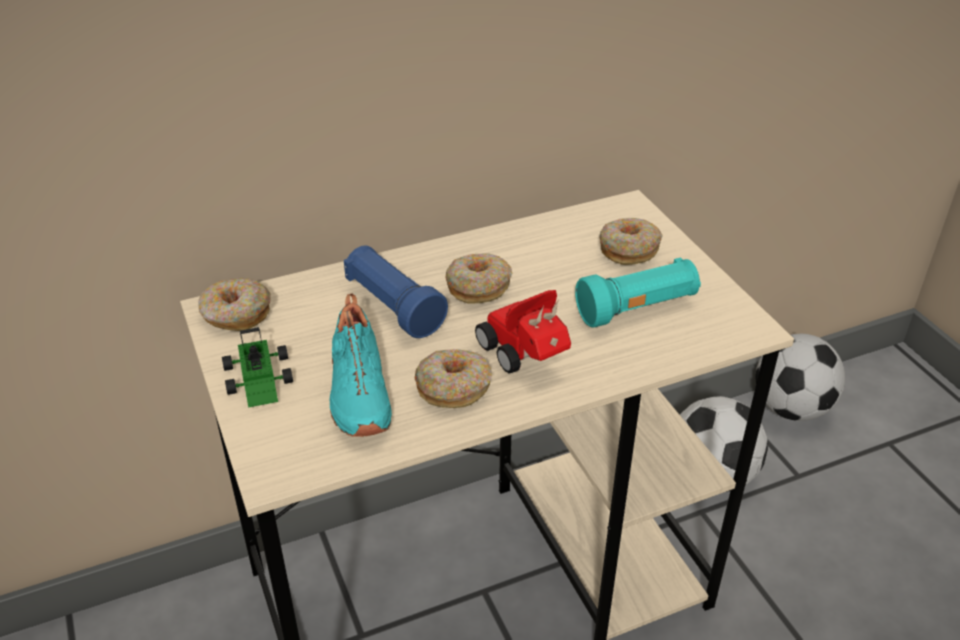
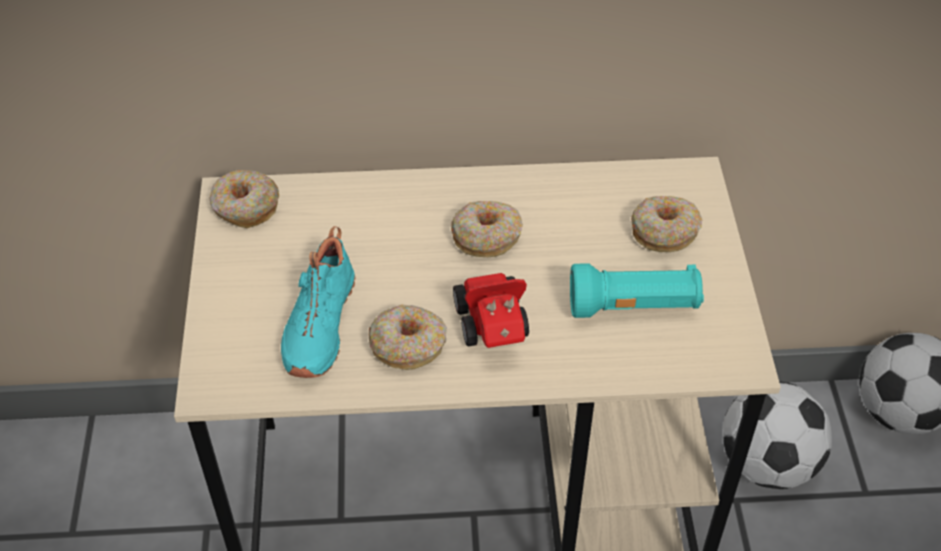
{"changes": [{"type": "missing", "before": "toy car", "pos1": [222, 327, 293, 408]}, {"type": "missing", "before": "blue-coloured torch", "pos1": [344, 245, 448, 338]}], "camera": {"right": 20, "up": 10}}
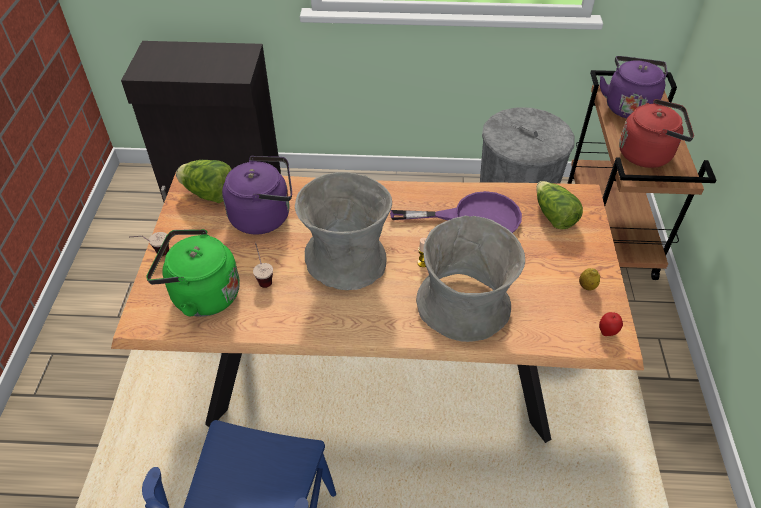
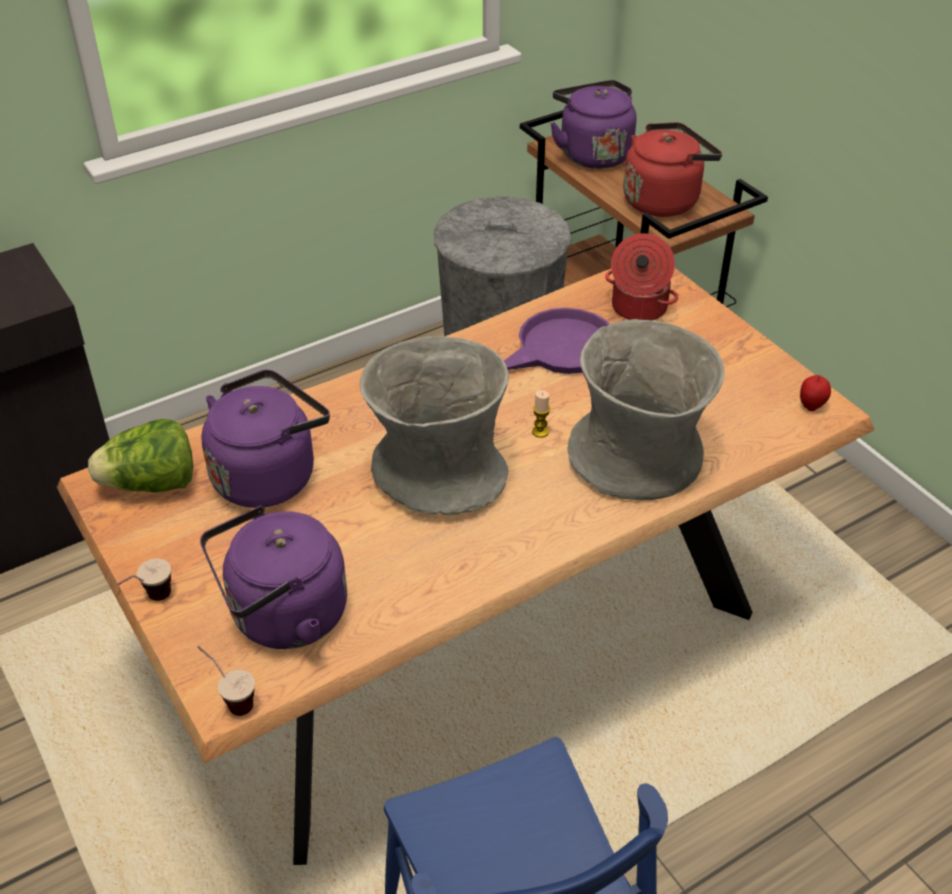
{"changes": [{"type": "colour", "before": "greenish kettle", "after": "purplish kettle", "pos1": [146, 229, 240, 317], "pos2": [200, 506, 347, 649]}, {"type": "relocated", "before": "cup", "pos1": [253, 243, 273, 288], "pos2": [197, 646, 255, 716]}, {"type": "exchanged", "before": "lettuce", "after": "stockpot", "pos1": [536, 181, 583, 229], "pos2": [605, 233, 678, 321]}, {"type": "missing", "before": "whole lemon", "pos1": [579, 268, 600, 291]}], "camera": {"right": -35, "up": -5}}
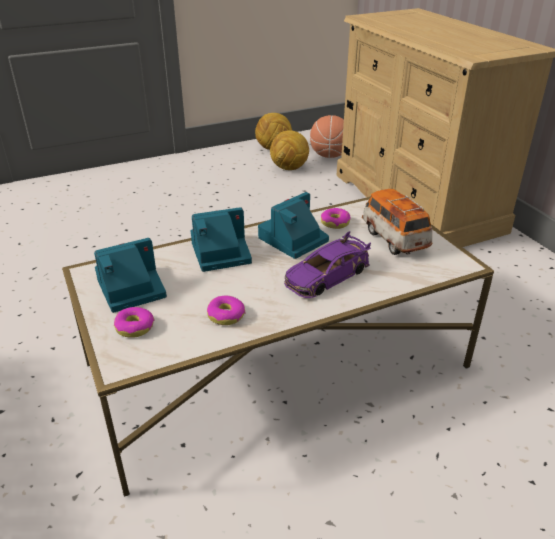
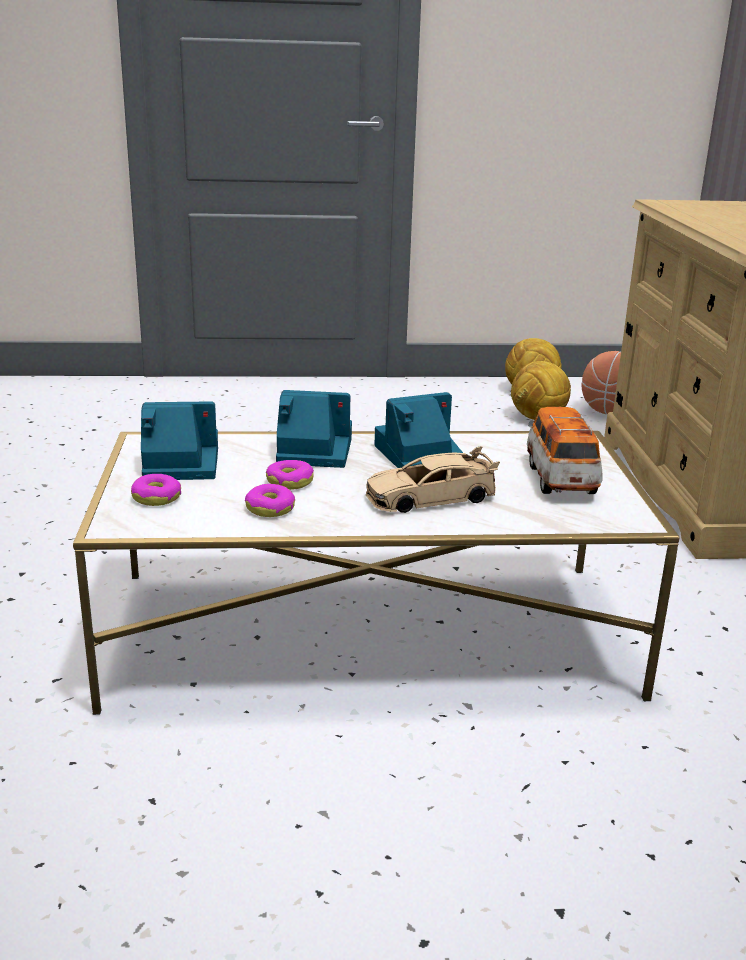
{"changes": [{"type": "colour", "before": "purplish toy car", "after": "beige toy car", "pos1": [284, 231, 371, 298], "pos2": [366, 446, 500, 513]}, {"type": "relocated", "before": "doughnut", "pos1": [321, 208, 350, 229], "pos2": [266, 460, 314, 490]}], "camera": {"right": 20, "up": -10}}
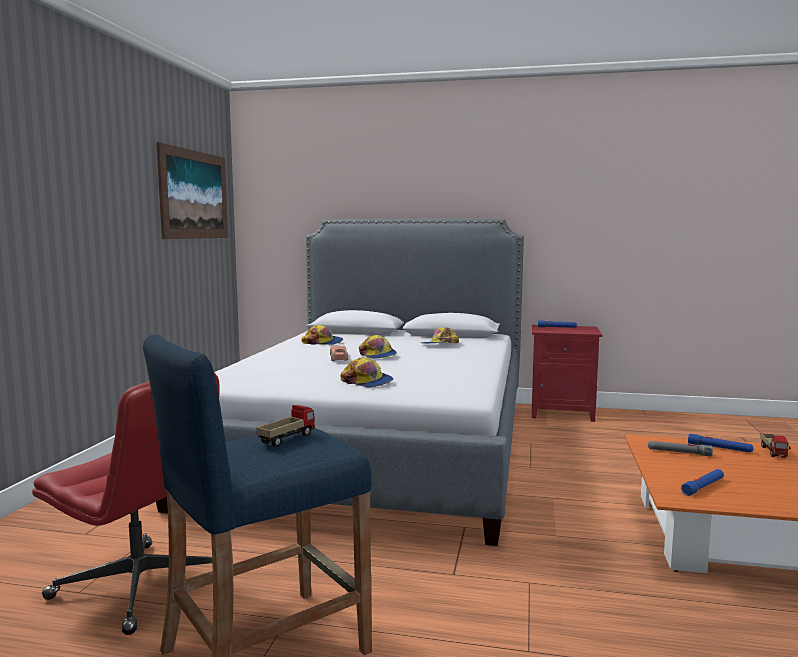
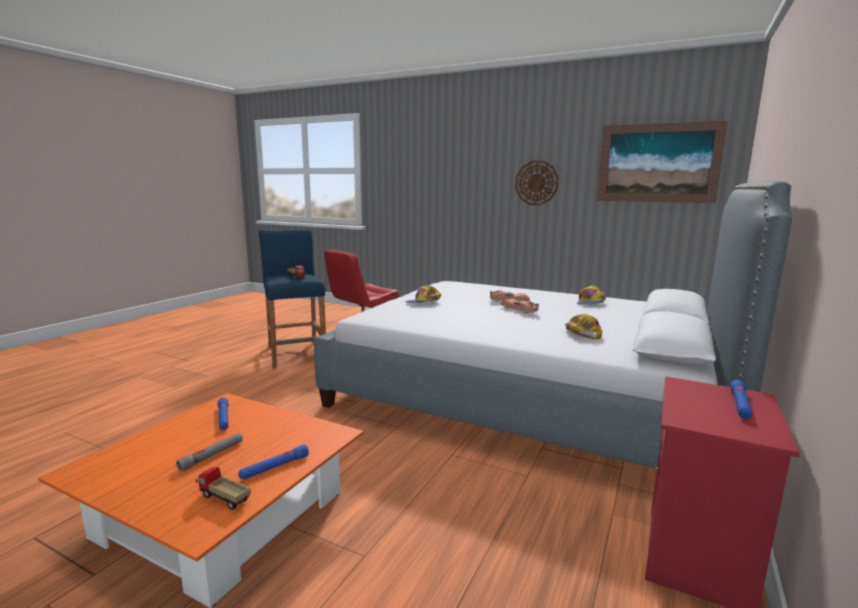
{"changes": [{"type": "exchanged", "before": "baseball cap", "after": "toy car", "pos1": [359, 335, 397, 359], "pos2": [500, 299, 539, 314]}, {"type": "relocated", "before": "greyish torch", "pos1": [648, 441, 713, 456], "pos2": [176, 433, 243, 472]}, {"type": "appeared", "after": "clock on the wall", "pos2": [515, 161, 559, 205]}], "camera": {"right": 105, "up": 5}}
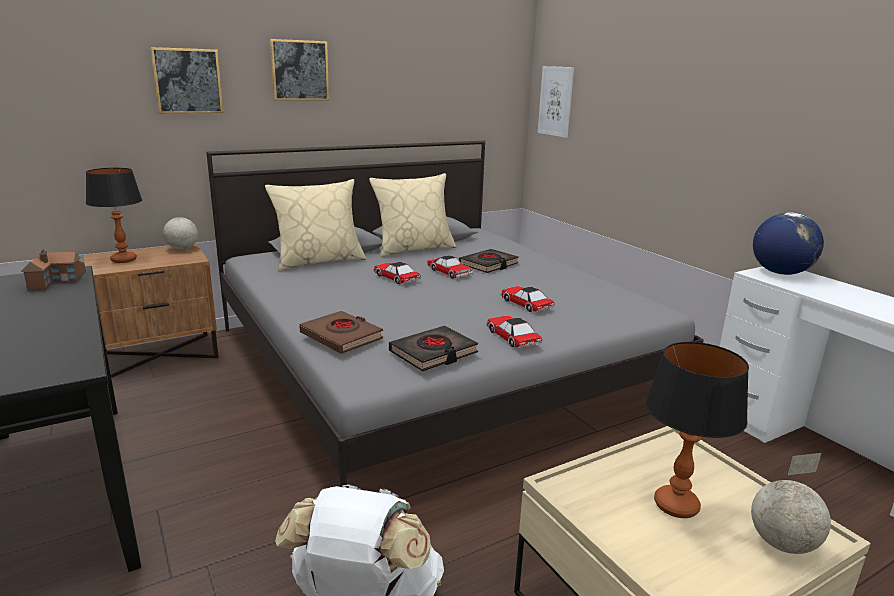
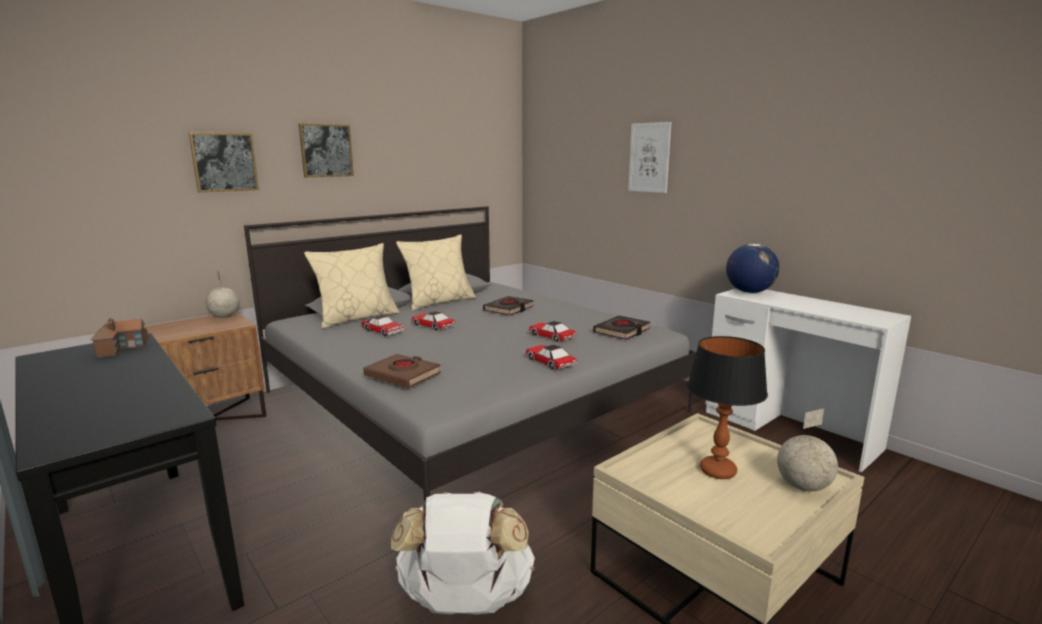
{"changes": [{"type": "missing", "before": "tabletop lamp", "pos1": [86, 168, 142, 263]}, {"type": "relocated", "before": "blackish bound book", "pos1": [389, 326, 478, 371], "pos2": [593, 316, 650, 340]}, {"type": "relocated", "before": "toy car", "pos1": [427, 255, 473, 279], "pos2": [361, 315, 405, 336]}, {"type": "relocated", "before": "wall art", "pos1": [538, 66, 574, 138], "pos2": [628, 122, 671, 193]}], "camera": {"right": -10, "up": -5}}
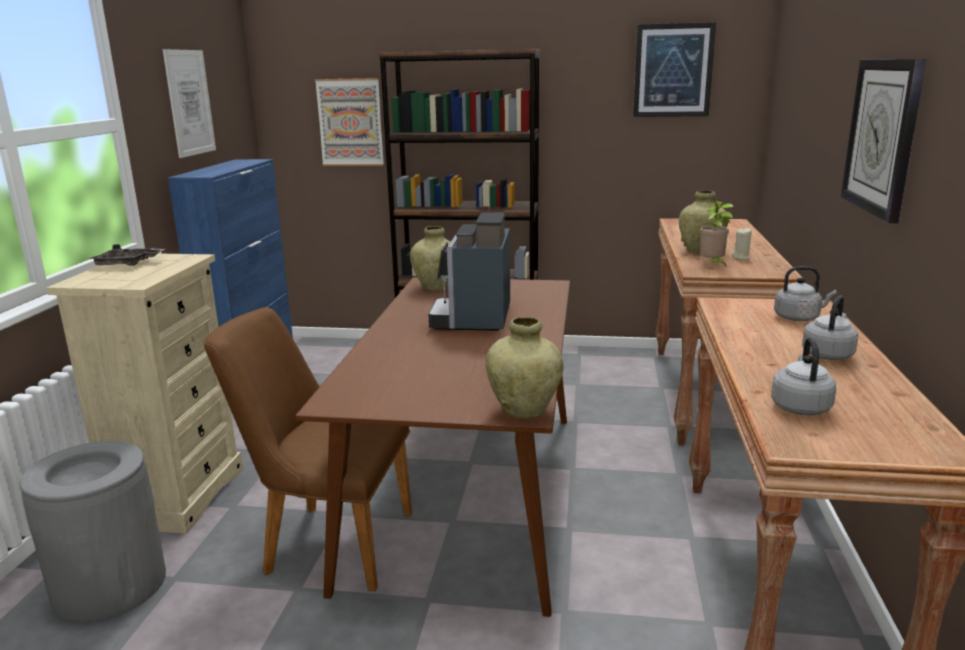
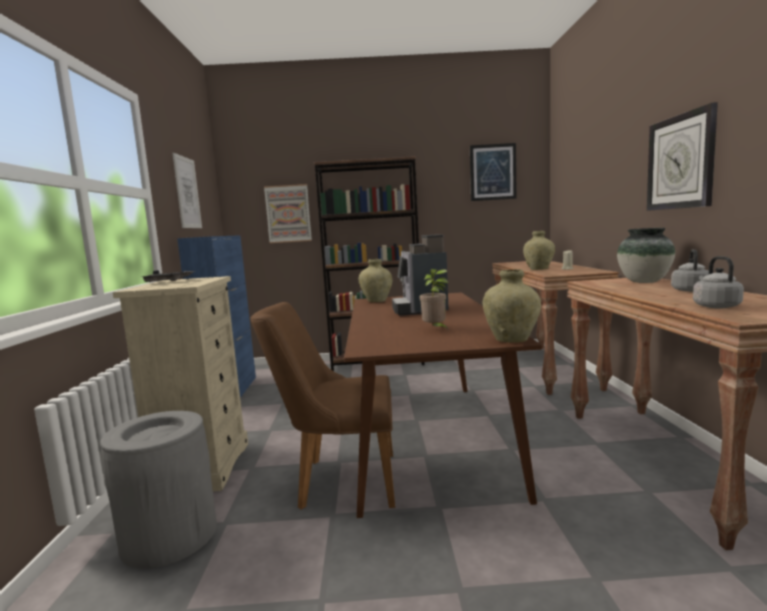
{"changes": [{"type": "relocated", "before": "potted plant", "pos1": [700, 201, 733, 268], "pos2": [420, 269, 448, 330]}, {"type": "exchanged", "before": "greyish kettle", "after": "vase", "pos1": [774, 266, 837, 321], "pos2": [617, 228, 675, 283]}], "camera": {"right": -10, "up": -10}}
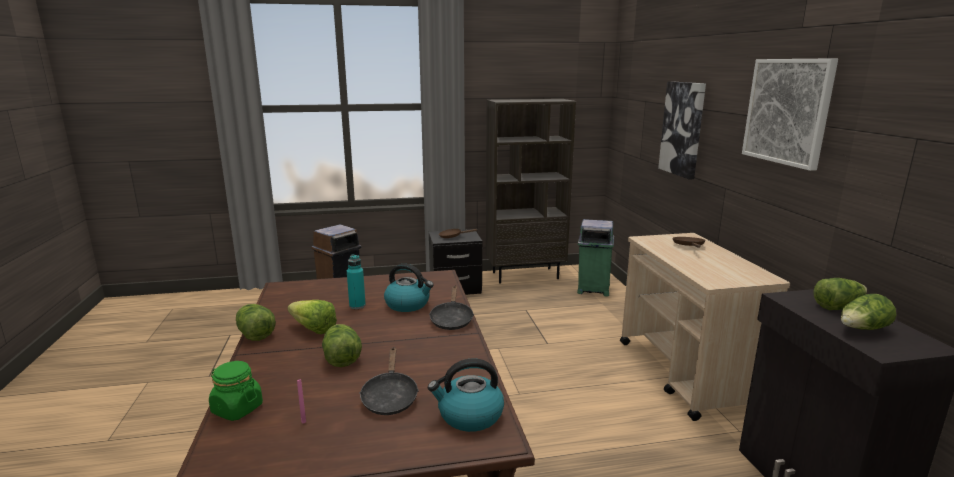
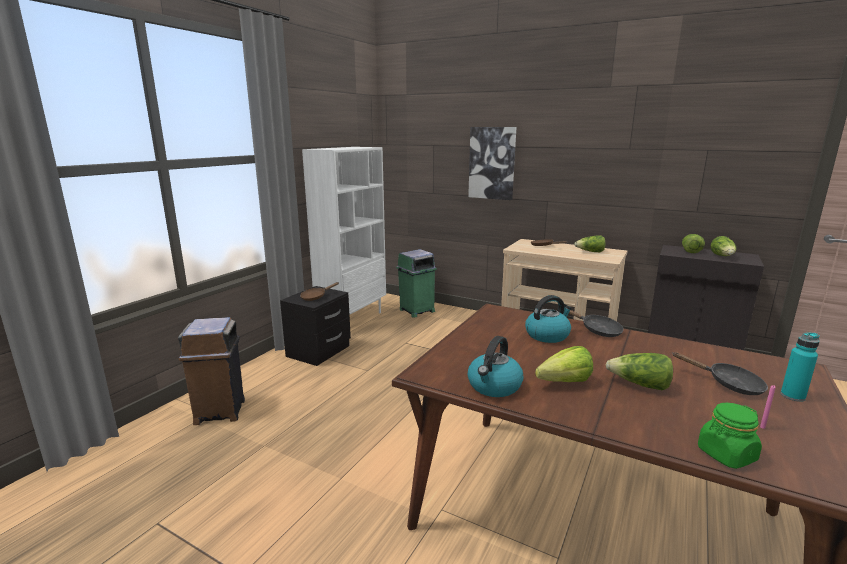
{"changes": [{"type": "relocated", "before": "lettuce", "pos1": [236, 304, 276, 341], "pos2": [574, 235, 605, 252]}, {"type": "relocated", "before": "turquoise-coloured drink bottle", "pos1": [347, 254, 366, 309], "pos2": [781, 332, 820, 402]}, {"type": "relocated", "before": "kettle", "pos1": [428, 359, 504, 432], "pos2": [468, 336, 524, 397]}, {"type": "colour", "before": "brownish bookshelf", "after": "white-coloured bookshelf", "pos1": [486, 99, 576, 283], "pos2": [302, 147, 386, 315]}, {"type": "missing", "before": "wall art", "pos1": [742, 58, 838, 171]}], "camera": {"right": -50, "up": 0}}
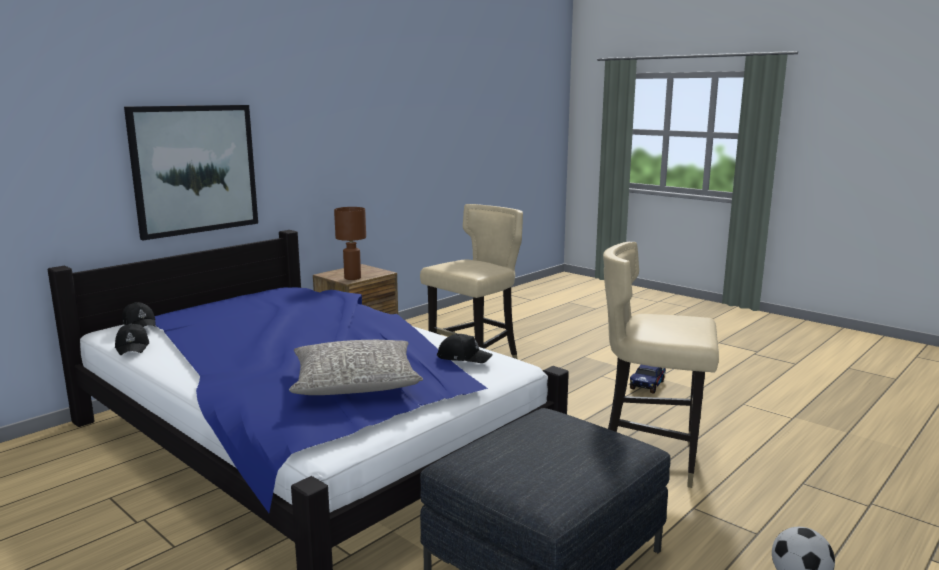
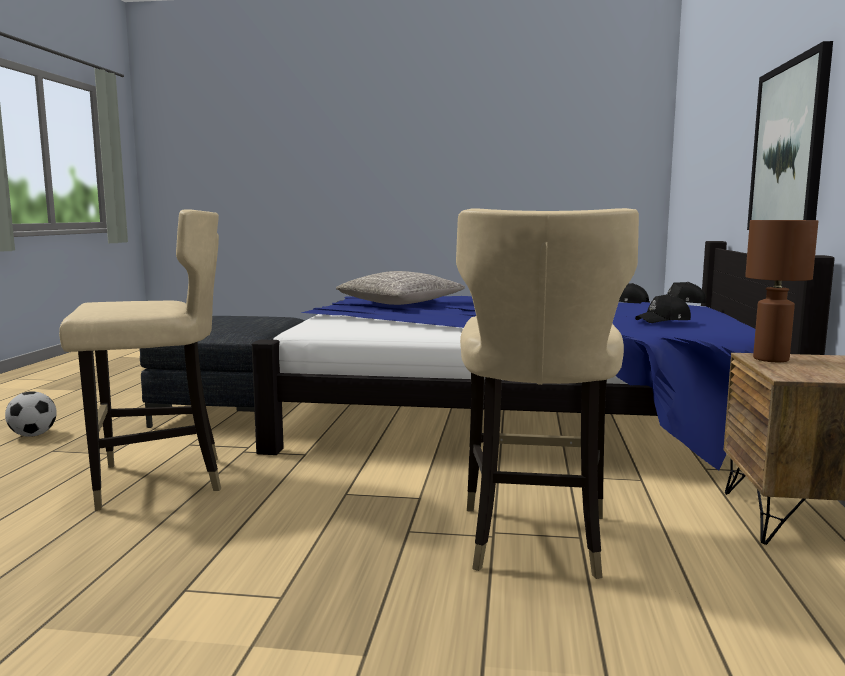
{"changes": [{"type": "relocated", "before": "blackish baseball cap", "pos1": [437, 334, 493, 363], "pos2": [635, 294, 691, 323]}, {"type": "missing", "before": "toy truck", "pos1": [630, 365, 666, 393]}], "camera": {"right": 145, "up": -5}}
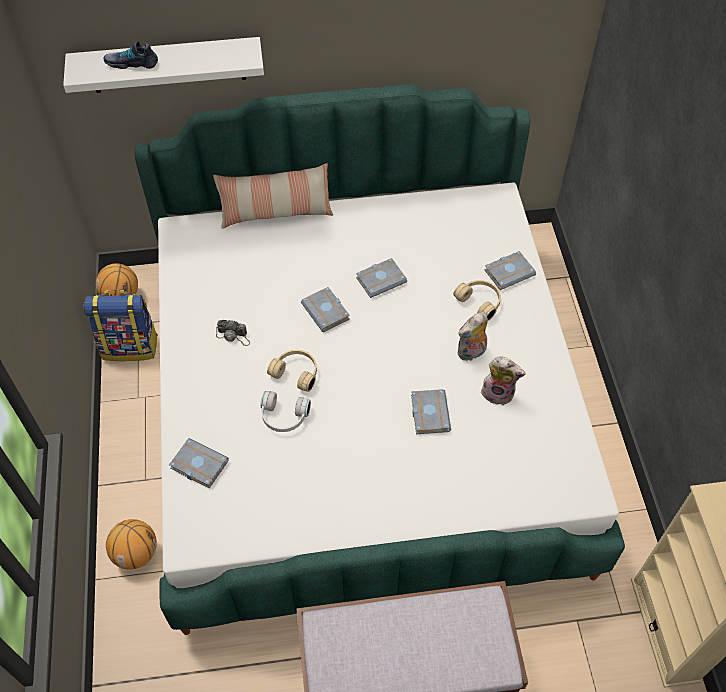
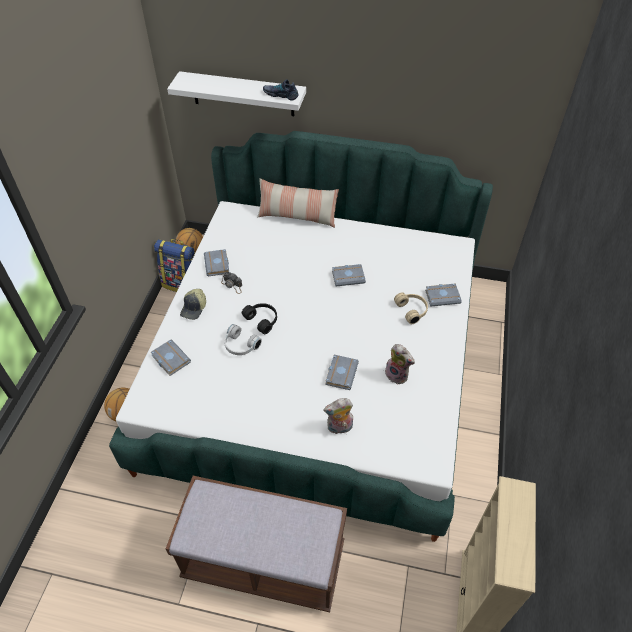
{"changes": [{"type": "relocated", "before": "item of footwear", "pos1": [103, 41, 158, 69], "pos2": [263, 79, 299, 100]}, {"type": "colour", "before": "beige headphones", "after": "blackish headphones", "pos1": [267, 350, 317, 392], "pos2": [242, 303, 277, 334]}, {"type": "relocated", "before": "greyish bound book", "pos1": [301, 287, 350, 332], "pos2": [204, 249, 229, 276]}, {"type": "relocated", "before": "plush toy", "pos1": [458, 312, 488, 361], "pos2": [323, 398, 353, 434]}, {"type": "appeared", "after": "baseball cap", "pos2": [180, 289, 206, 320]}], "camera": {"right": 20, "up": -5}}
